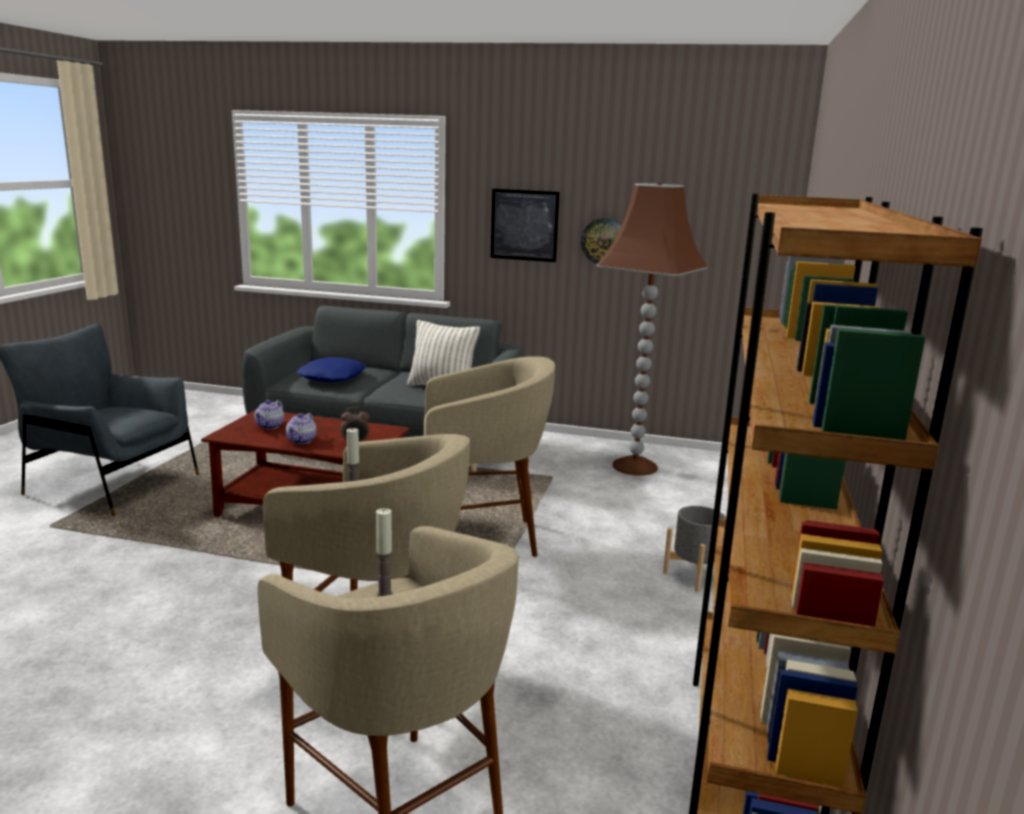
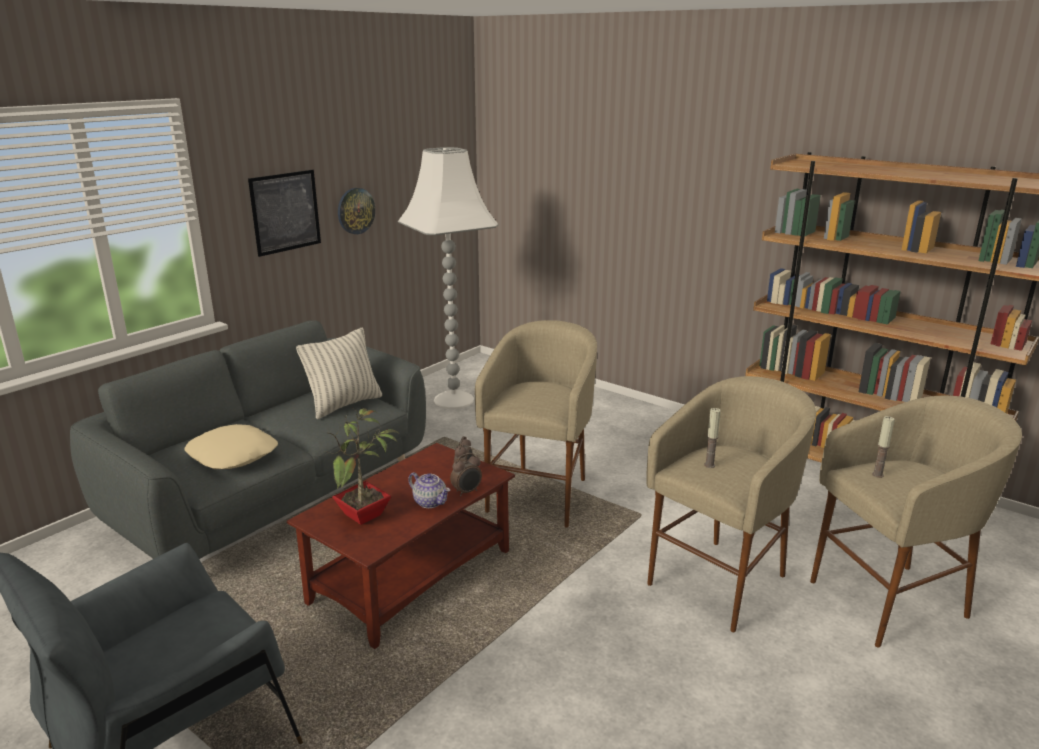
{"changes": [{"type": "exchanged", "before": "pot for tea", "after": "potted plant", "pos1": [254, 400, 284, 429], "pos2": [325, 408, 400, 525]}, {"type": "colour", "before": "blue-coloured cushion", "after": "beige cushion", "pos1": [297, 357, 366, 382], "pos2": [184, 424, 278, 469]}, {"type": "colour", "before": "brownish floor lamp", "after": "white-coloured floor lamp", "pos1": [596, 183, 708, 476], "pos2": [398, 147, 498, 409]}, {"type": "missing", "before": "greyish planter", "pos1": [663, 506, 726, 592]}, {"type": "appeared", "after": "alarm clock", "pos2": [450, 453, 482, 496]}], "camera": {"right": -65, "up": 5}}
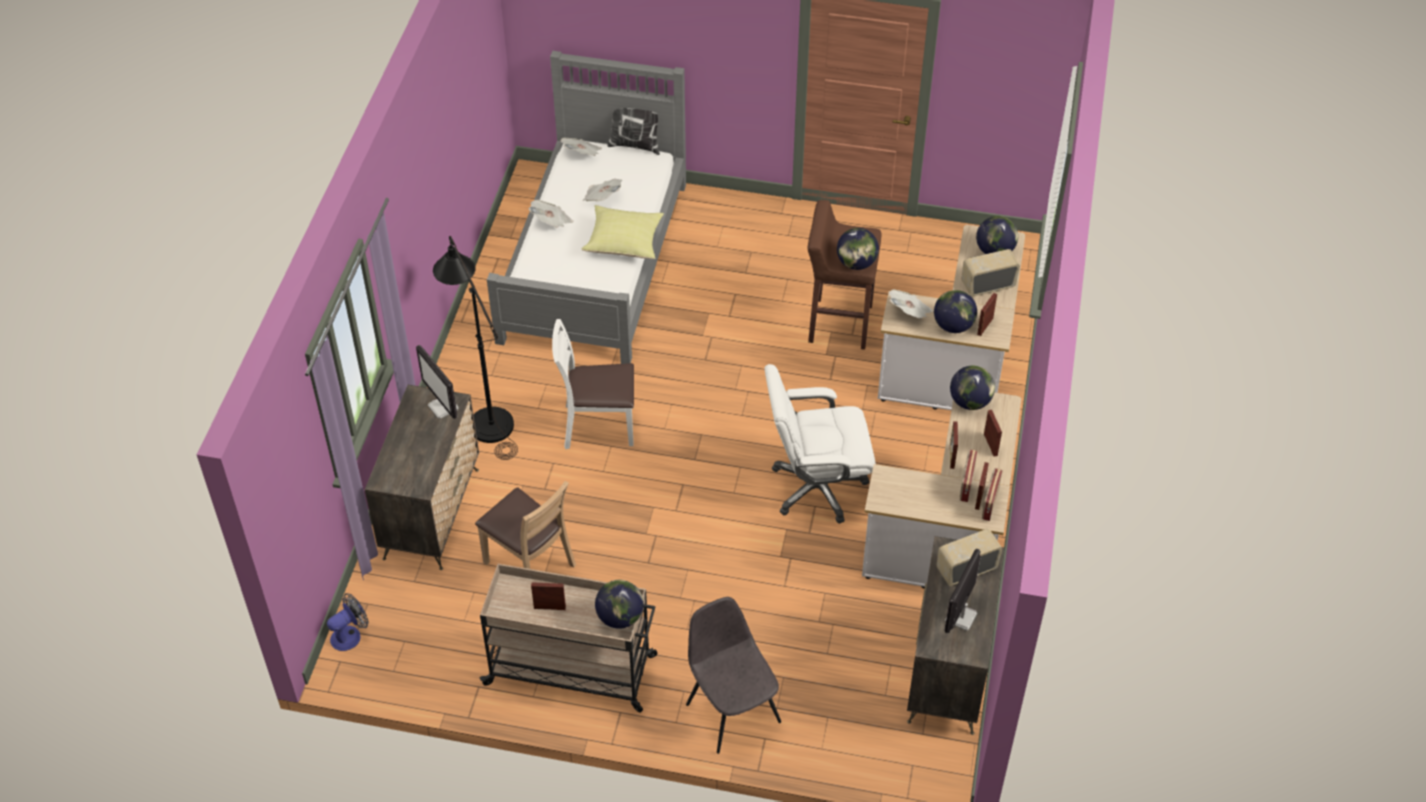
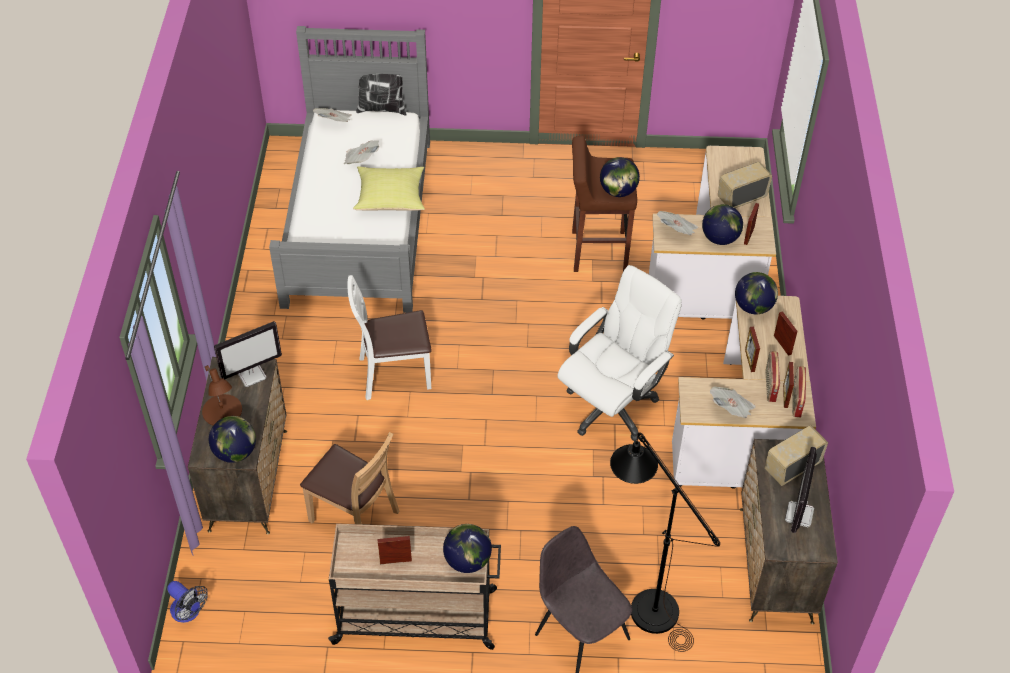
{"changes": [{"type": "spun", "before": "cooling fan", "pos1": [327, 593, 369, 651], "pos2": [167, 581, 208, 623], "turn": 90}, {"type": "spun", "before": "computer display", "pos1": [416, 345, 459, 419], "pos2": [214, 321, 282, 387], "turn": -75}, {"type": "relocated", "before": "blackish floor lamp", "pos1": [433, 236, 518, 460], "pos2": [610, 432, 720, 652]}, {"type": "relocated", "before": "daily paper", "pos1": [528, 200, 573, 227], "pos2": [710, 386, 756, 418]}, {"type": "spun", "before": "white-coloured computer chair", "pos1": [765, 364, 876, 524], "pos2": [557, 265, 682, 441], "turn": 150}, {"type": "relocated", "before": "desk globe", "pos1": [976, 216, 1018, 254], "pos2": [209, 416, 256, 463]}, {"type": "appeared", "after": "brownish tabletop lamp", "pos2": [202, 365, 242, 425]}], "camera": {"right": -10, "up": 0}}
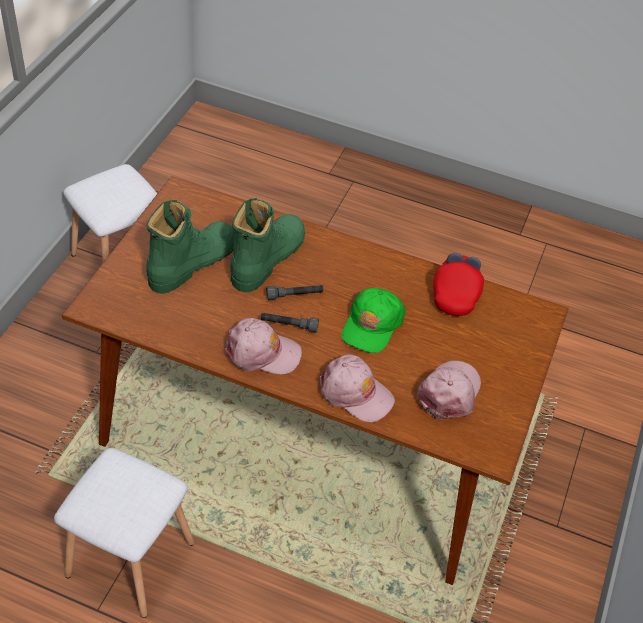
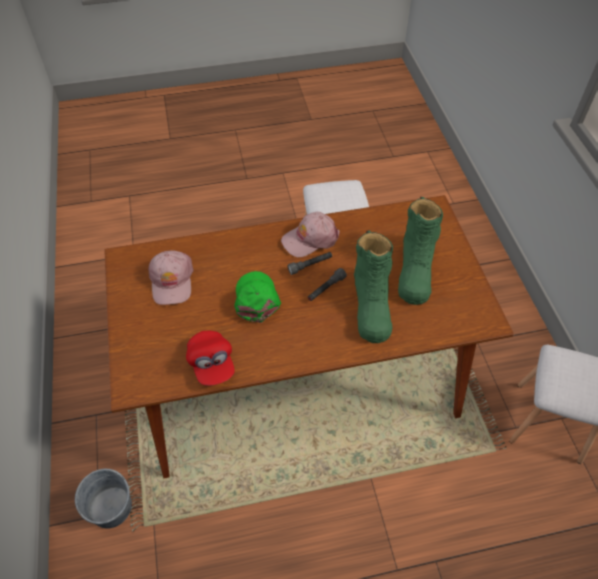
{"changes": [{"type": "missing", "before": "pink baseball cap", "pos1": [319, 354, 395, 423]}, {"type": "appeared", "after": "greyish bucket", "pos2": [75, 469, 132, 528]}], "camera": {"right": 150, "up": 5}}
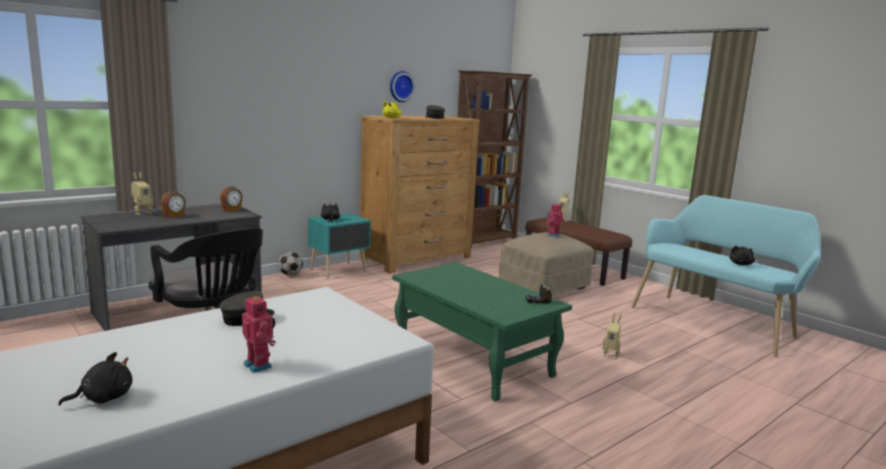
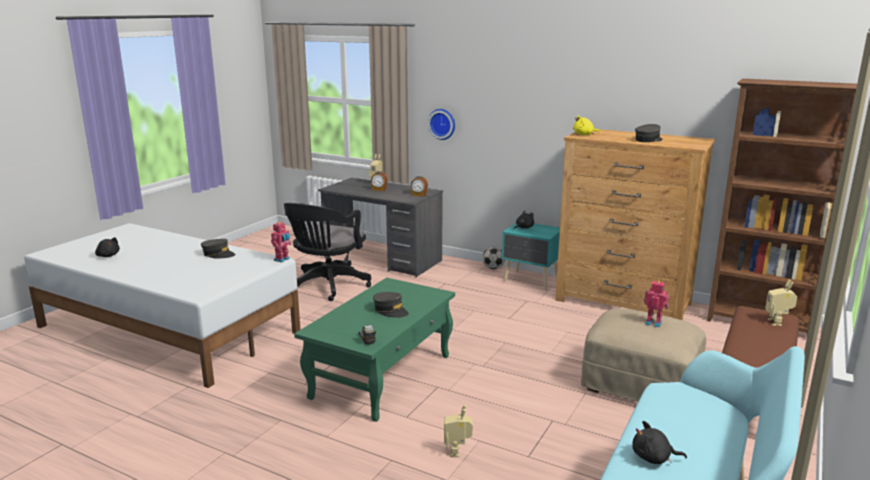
{"changes": [{"type": "relocated", "before": "toy robot", "pos1": [242, 295, 276, 373], "pos2": [271, 221, 292, 262]}, {"type": "relocated", "before": "clock on the wall", "pos1": [390, 71, 415, 102], "pos2": [428, 109, 455, 140]}, {"type": "appeared", "after": "greyish baseball cap", "pos2": [373, 292, 408, 318]}], "camera": {"right": 70, "up": 5}}
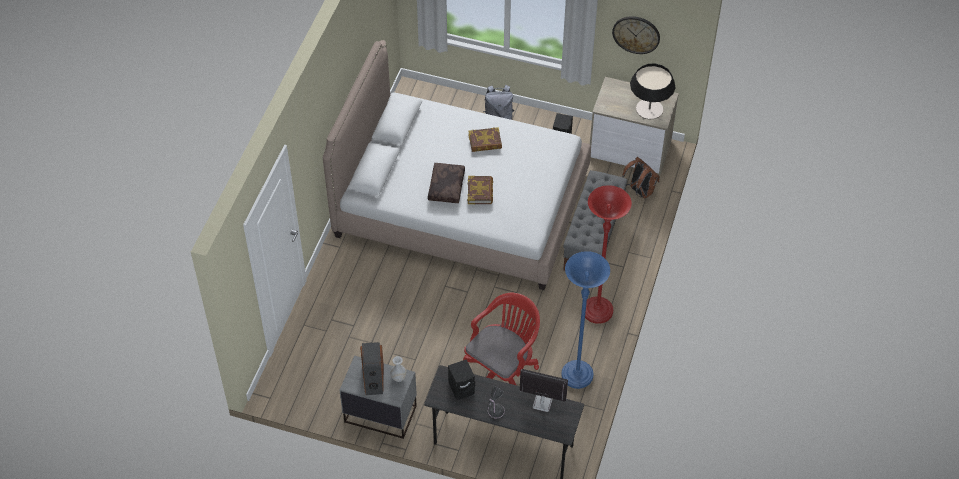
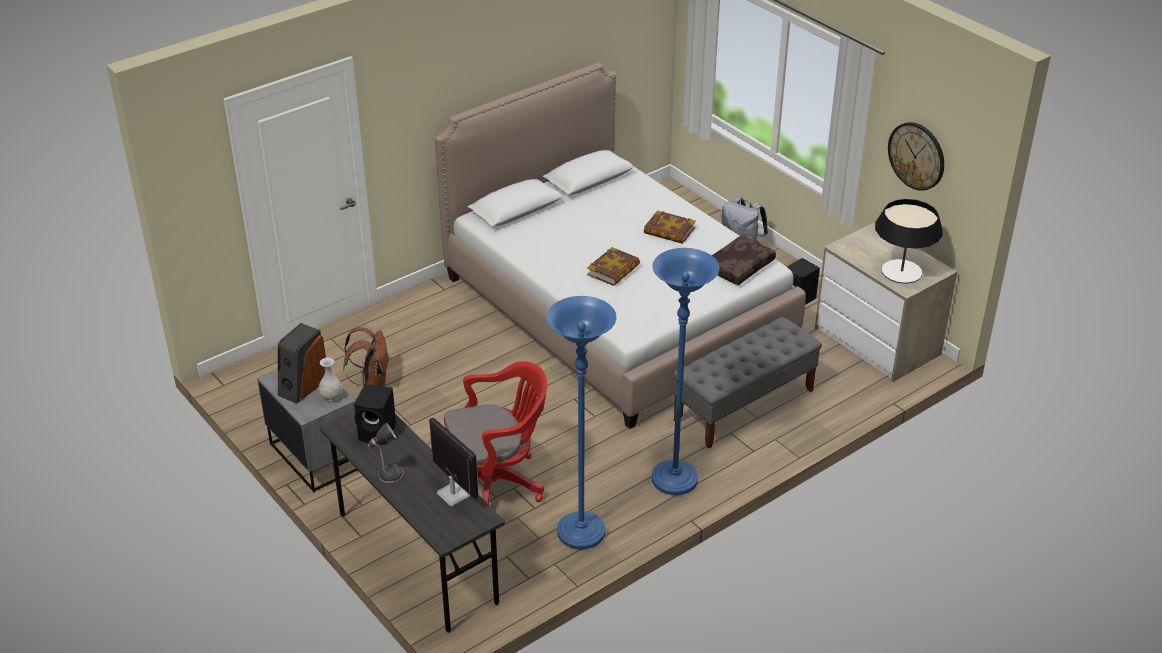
{"changes": [{"type": "relocated", "before": "brownish cushion", "pos1": [428, 163, 465, 203], "pos2": [712, 235, 776, 285]}, {"type": "colour", "before": "reddish floor lamp", "after": "blue-coloured floor lamp", "pos1": [585, 185, 632, 324], "pos2": [652, 248, 720, 495]}, {"type": "relocated", "before": "brownish backpack", "pos1": [622, 157, 660, 198], "pos2": [343, 327, 390, 387]}], "camera": {"right": 35, "up": -15}}
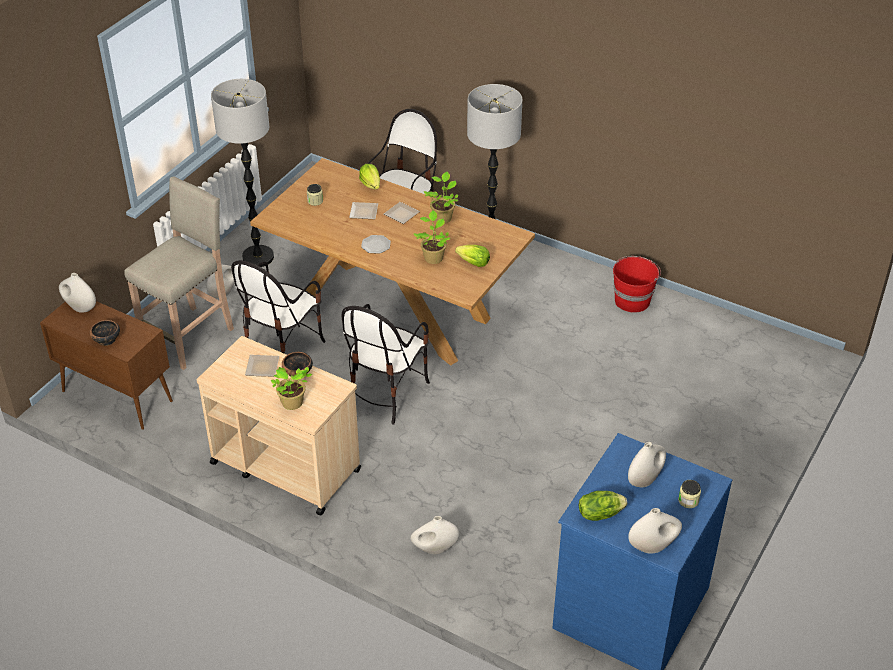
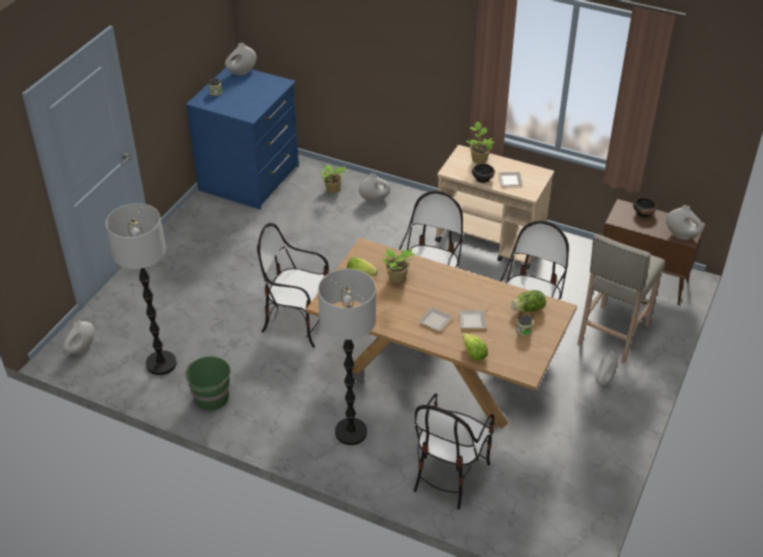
{"changes": [{"type": "relocated", "before": "floor lamp", "pos1": [211, 79, 274, 267], "pos2": [106, 203, 177, 375]}, {"type": "missing", "before": "dinner plate", "pos1": [361, 235, 391, 254]}, {"type": "relocated", "before": "potted plant", "pos1": [424, 171, 458, 223], "pos2": [321, 165, 346, 193]}, {"type": "relocated", "before": "lettuce", "pos1": [579, 491, 627, 521], "pos2": [511, 290, 546, 312]}, {"type": "colour", "before": "reddish bucket", "after": "greenish bucket", "pos1": [613, 256, 661, 313], "pos2": [183, 356, 230, 411]}, {"type": "relocated", "before": "white-coloured vase", "pos1": [628, 442, 666, 487], "pos2": [63, 320, 95, 354]}, {"type": "appeared", "after": "plain chair", "pos2": [257, 223, 329, 347]}], "camera": {"right": 175, "up": 0}}
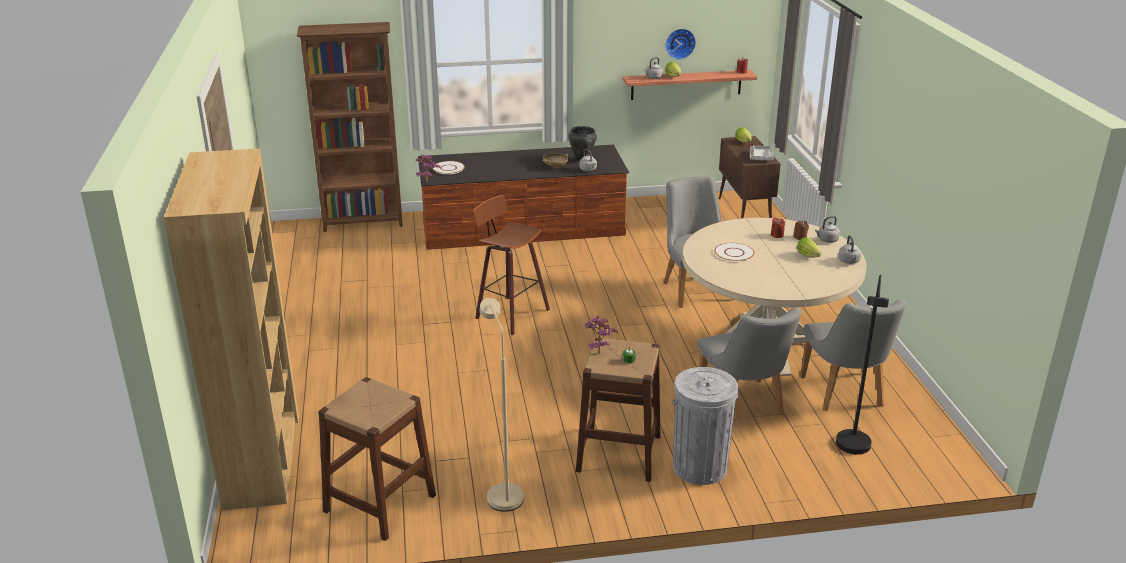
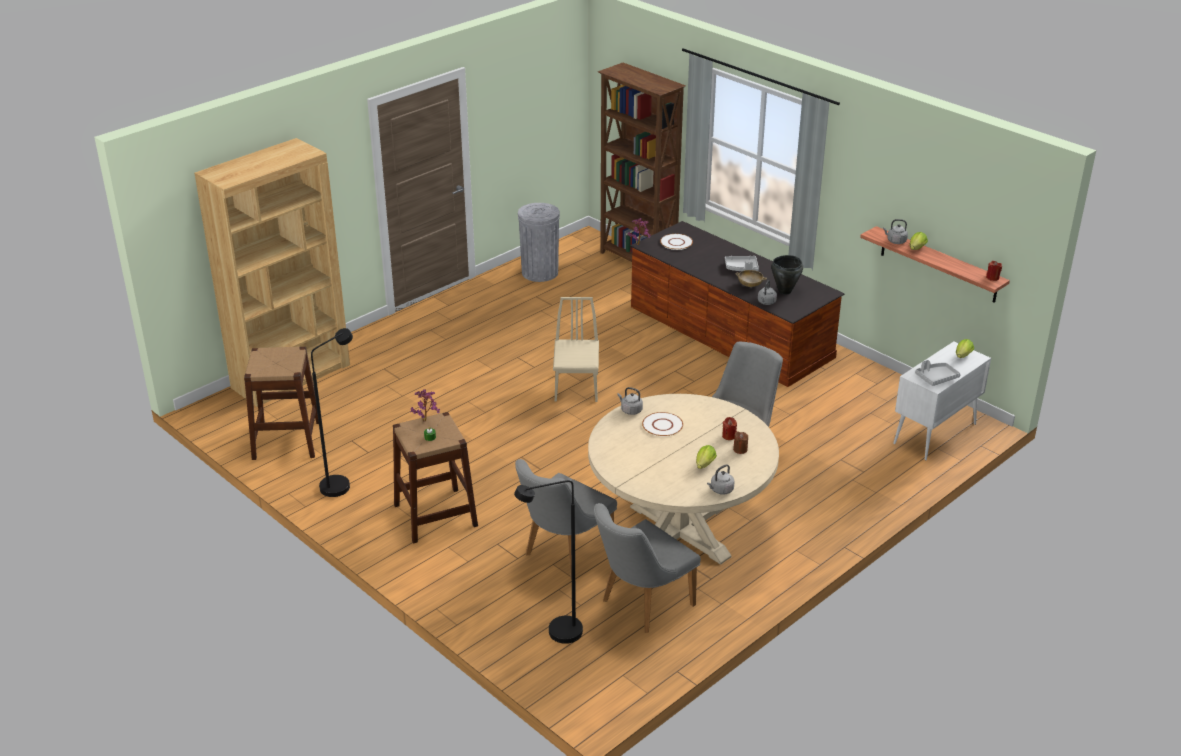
{"changes": [{"type": "exchanged", "before": "stool", "after": "beige plain chair", "pos1": [473, 195, 550, 335], "pos2": [553, 297, 599, 402]}, {"type": "colour", "before": "beige floor lamp", "after": "blackish floor lamp", "pos1": [480, 298, 524, 512], "pos2": [311, 328, 353, 497]}, {"type": "missing", "before": "clock on the wall", "pos1": [665, 29, 696, 59]}, {"type": "relocated", "before": "greyish trash can", "pos1": [673, 367, 738, 485], "pos2": [518, 203, 560, 282]}, {"type": "colour", "before": "brownish cabinet", "after": "white-coloured cabinet", "pos1": [719, 136, 781, 218], "pos2": [893, 341, 991, 460]}, {"type": "relocated", "before": "greyish kettle", "pos1": [815, 216, 840, 243], "pos2": [617, 387, 643, 415]}, {"type": "appeared", "after": "greyish carrying tray", "pos2": [725, 256, 759, 271]}], "camera": {"right": 55, "up": 5}}
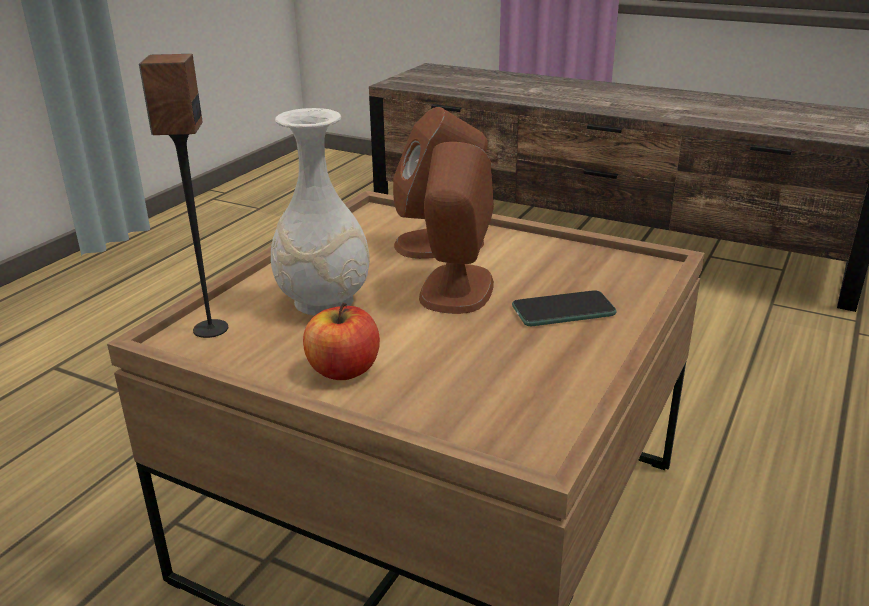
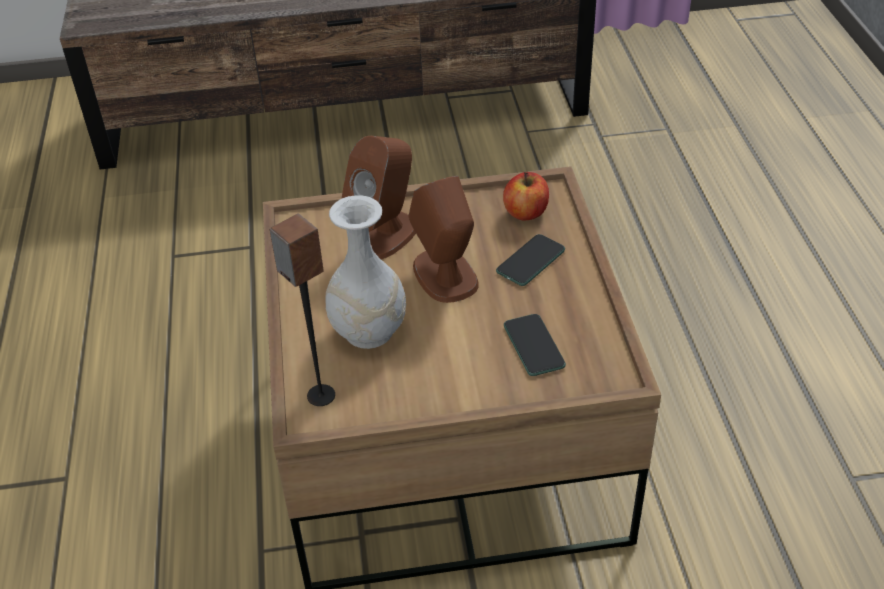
{"changes": [{"type": "relocated", "before": "whole apple", "pos1": [303, 302, 380, 380], "pos2": [503, 172, 549, 220]}, {"type": "appeared", "after": "telephone", "pos2": [504, 314, 566, 376]}], "camera": {"right": -35, "up": 15}}
